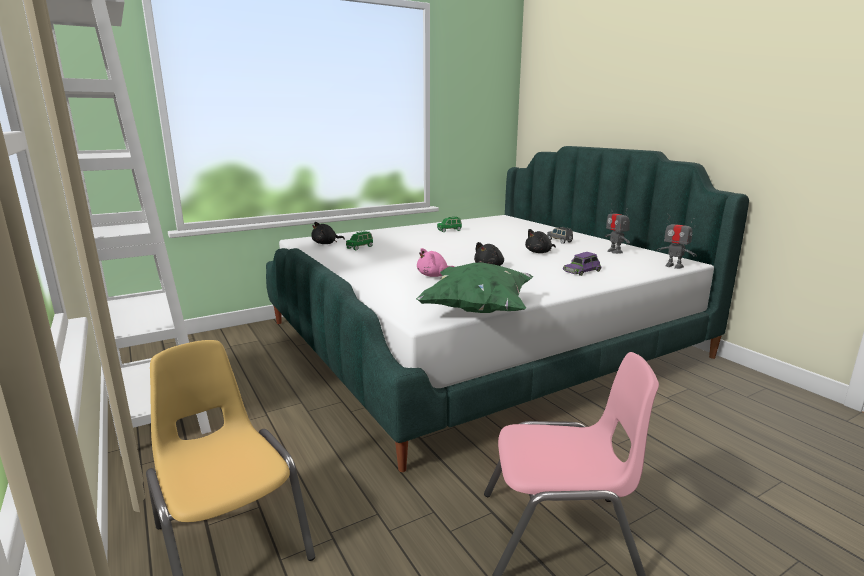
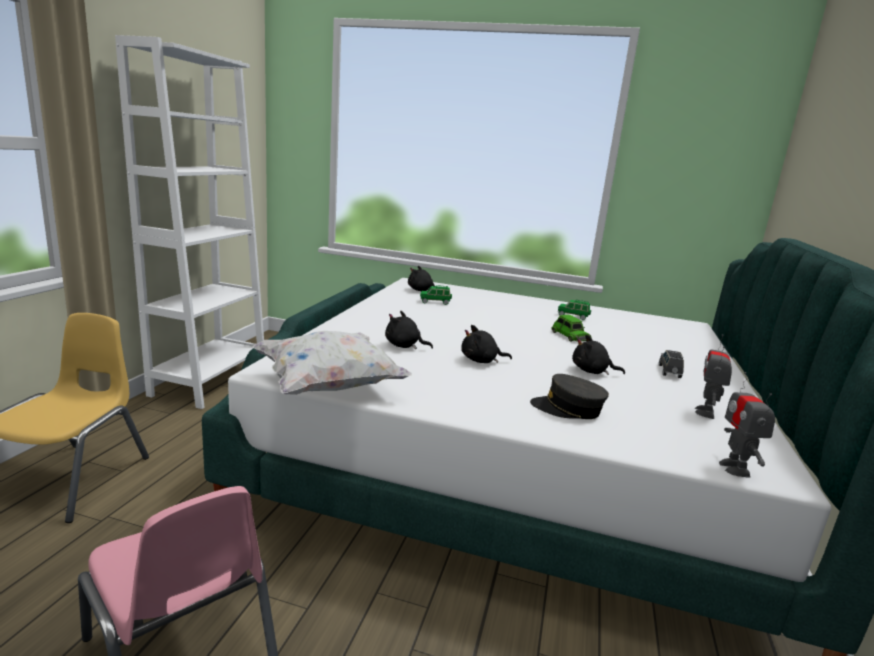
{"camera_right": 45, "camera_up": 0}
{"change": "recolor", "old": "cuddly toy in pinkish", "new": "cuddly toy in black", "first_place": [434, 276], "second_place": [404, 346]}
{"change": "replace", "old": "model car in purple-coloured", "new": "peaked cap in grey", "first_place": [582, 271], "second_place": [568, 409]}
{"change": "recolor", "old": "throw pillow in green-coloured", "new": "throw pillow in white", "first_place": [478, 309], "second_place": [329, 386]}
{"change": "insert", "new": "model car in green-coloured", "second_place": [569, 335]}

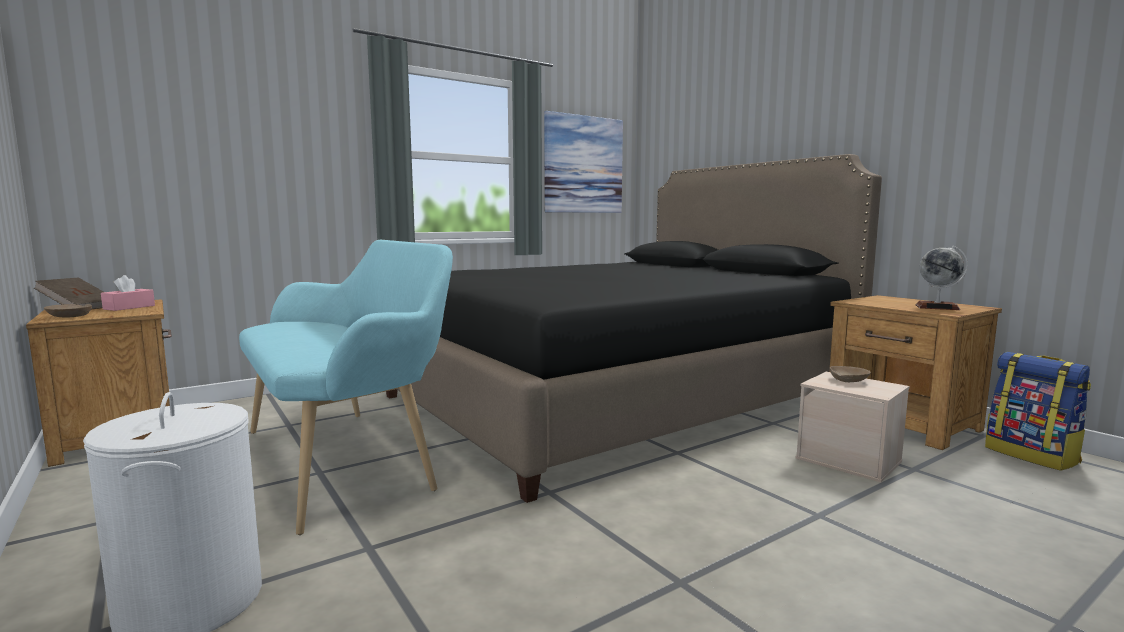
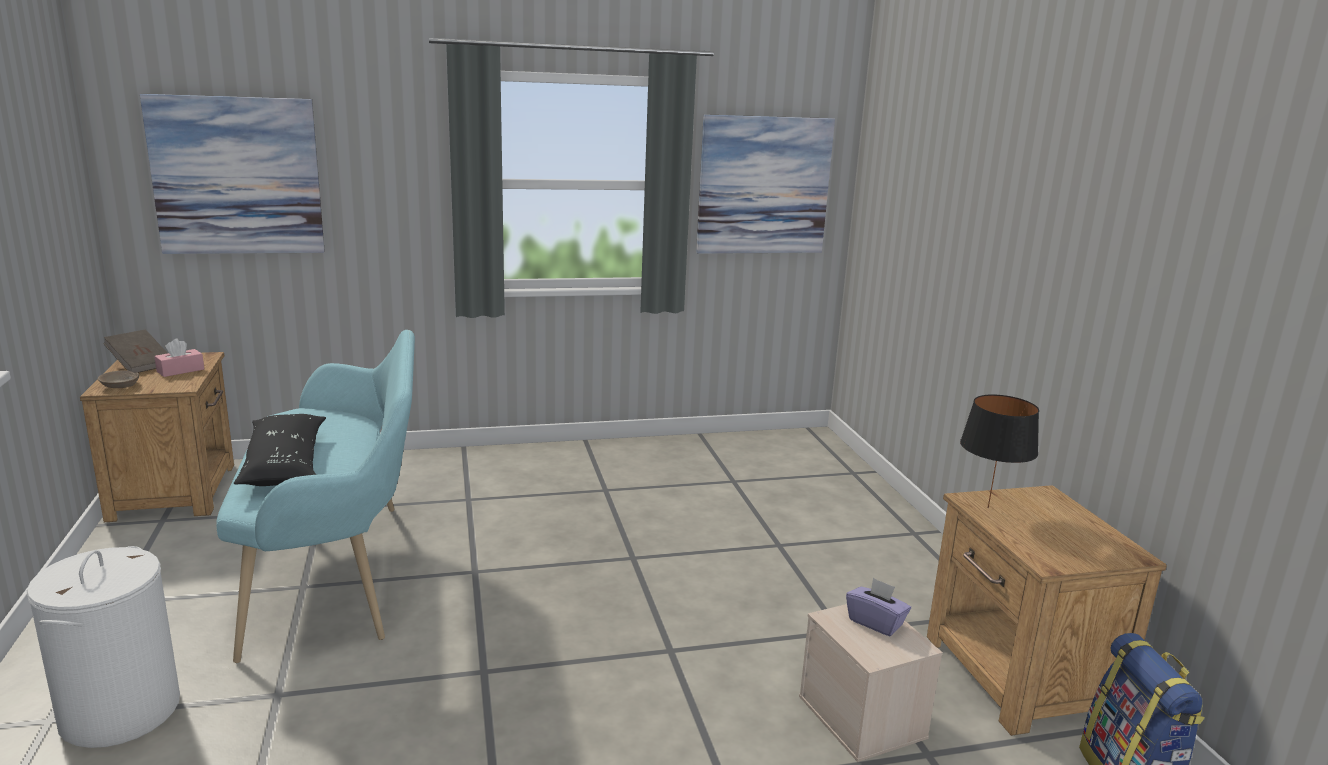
{"camera_right": 20, "camera_up": 10}
{"change": "delete", "old": "bed in black", "first_place": [619, 397]}
{"change": "delete", "old": "globe", "first_place": [937, 307]}
{"change": "replace", "old": "deep dish in sand-coloured", "new": "box of tissues in purple-coloured", "first_place": [848, 380], "second_place": [875, 622]}
{"change": "insert", "new": "wall picture", "second_place": [237, 176]}
{"change": "insert", "new": "table lamp in black", "second_place": [987, 507]}
{"change": "insert", "new": "throw pillow in black", "second_place": [285, 464]}

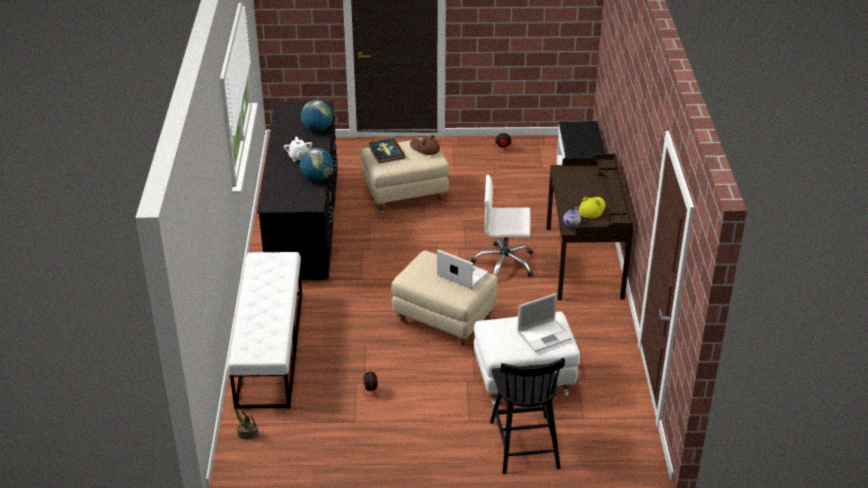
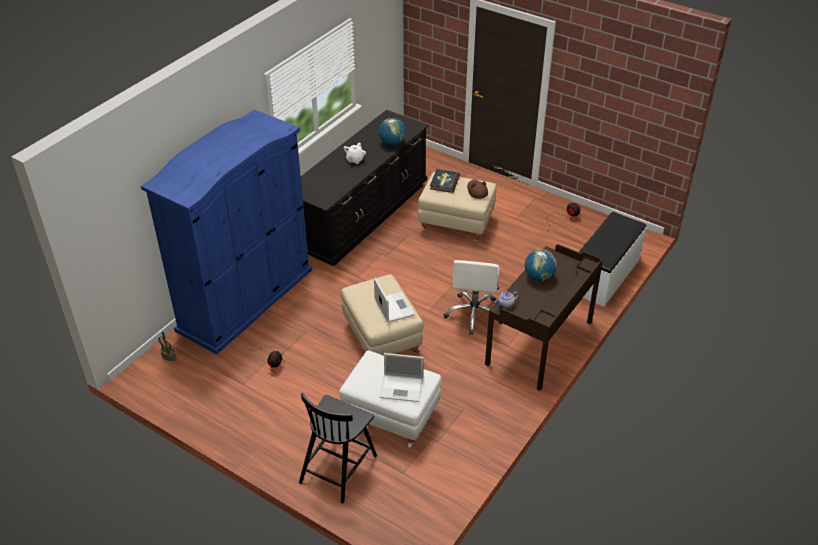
{"camera_right": 35, "camera_up": 5}
{"change": "move", "old": "globe", "first_place": [317, 178], "second_place": [539, 277]}
{"change": "rotate", "old": "computer chair in white", "first_place": [504, 263], "second_place": [474, 314], "degrees": -120}
{"change": "delete", "old": "hat in yellowish", "first_place": [592, 209]}
{"change": "replace", "old": "long seat in white", "new": "clothes cupboard in bluish", "first_place": [270, 347], "second_place": [245, 299]}

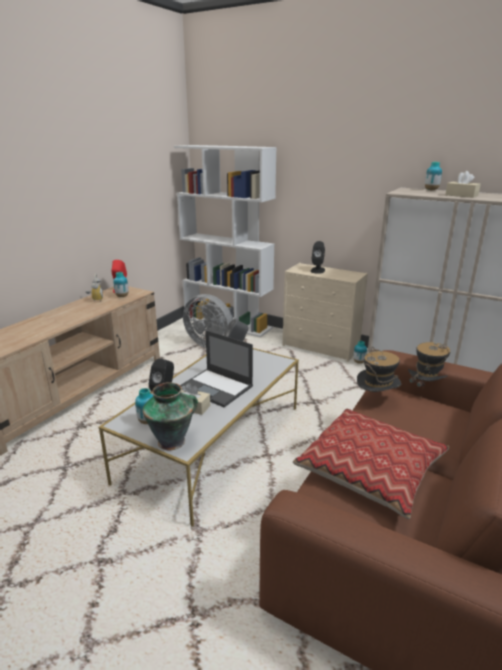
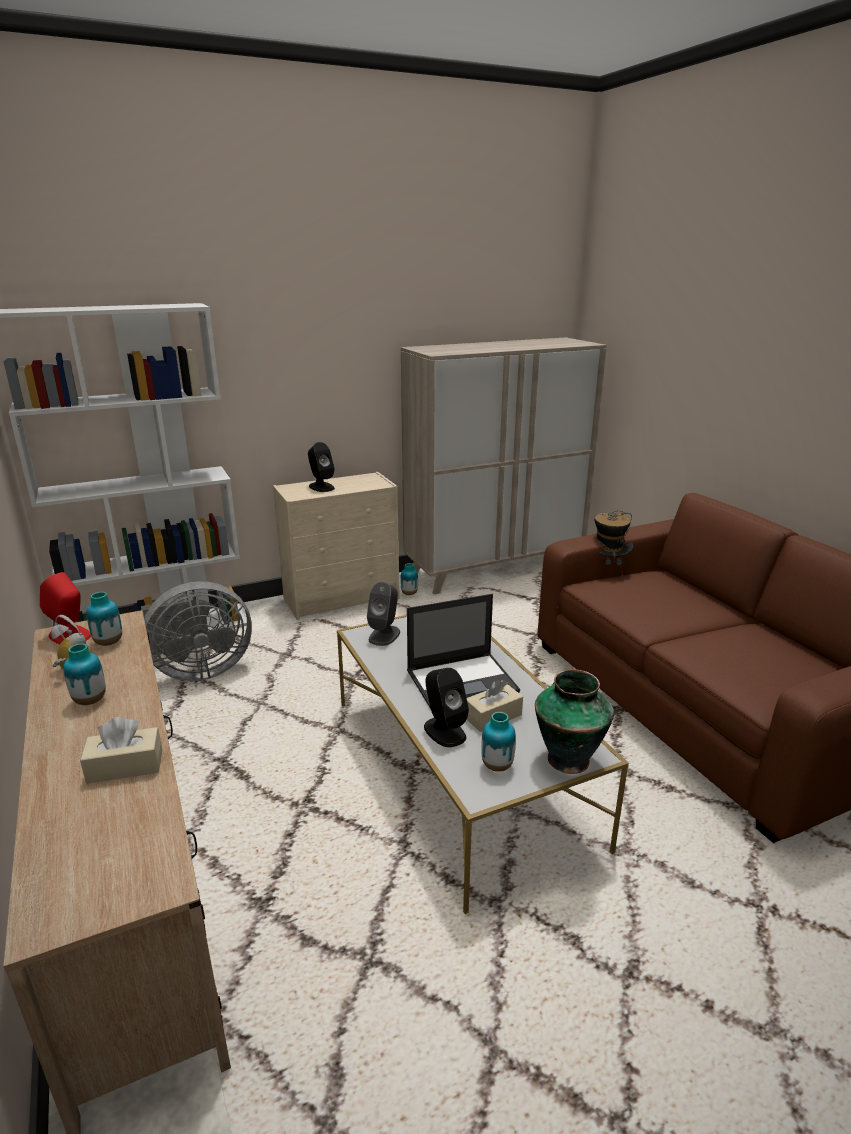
{"camera_right": -55, "camera_up": 0}
{"change": "move", "old": "decorative vase", "first_place": [431, 190], "second_place": [90, 700]}
{"change": "move", "old": "box of tissues in sand-coloured", "first_place": [461, 195], "second_place": [125, 766]}
{"change": "delete", "old": "hat", "first_place": [376, 401]}
{"change": "delete", "old": "throw pillow", "first_place": [370, 469]}

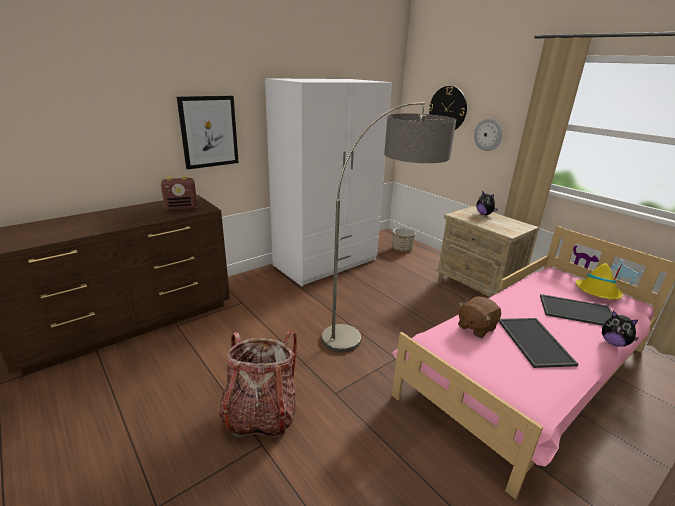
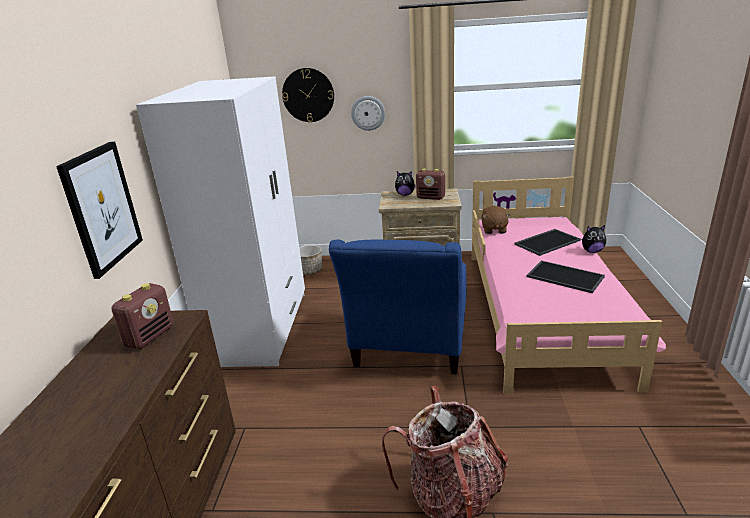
{"camera_right": -45, "camera_up": 0}
{"change": "replace", "old": "standing lamp", "new": "lounge chair in bluish", "first_place": [379, 326], "second_place": [408, 350]}
{"change": "delete", "old": "hat in yellowish", "first_place": [597, 293]}
{"change": "move", "old": "cuddly toy in brownish", "first_place": [476, 327], "second_place": [493, 230]}
{"change": "insert", "new": "radio receiver", "second_place": [431, 197]}

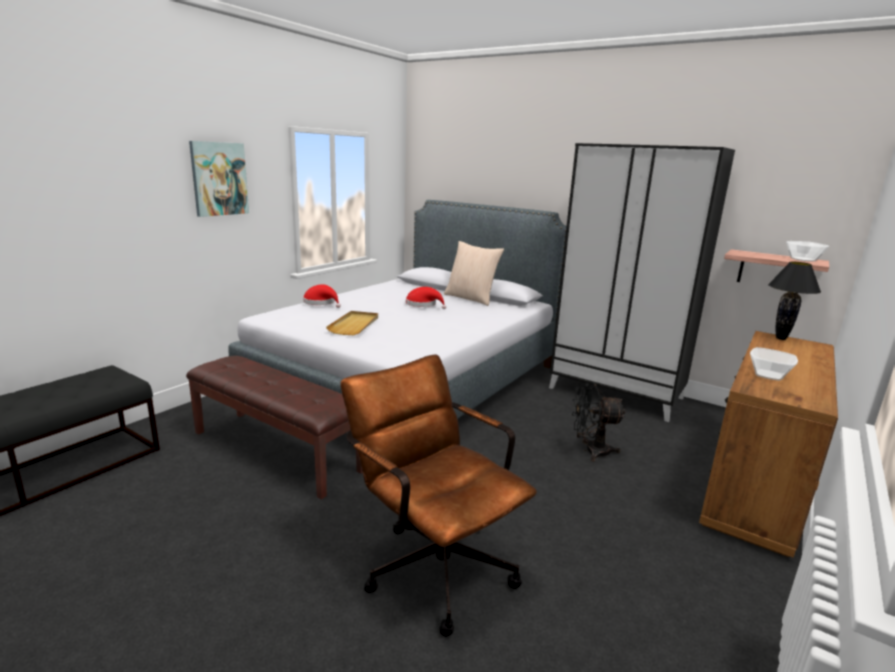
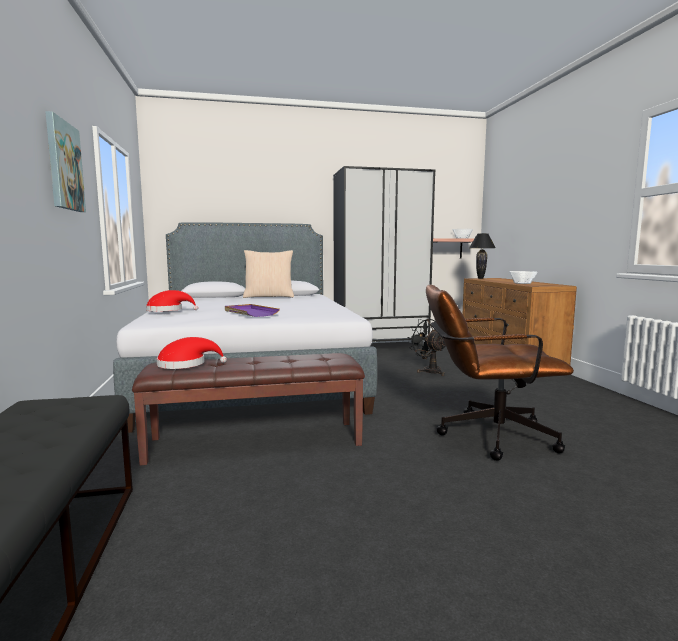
{"camera_right": -45, "camera_up": -10}
{"change": "move", "old": "hat in red-coloured", "first_place": [423, 304], "second_place": [186, 364]}
{"change": "recolor", "old": "serving tray in sand-coloured", "new": "serving tray in purple-coloured", "first_place": [354, 325], "second_place": [250, 312]}
{"change": "rotate", "old": "fan in black", "first_place": [591, 451], "second_place": [429, 371], "degrees": 105}

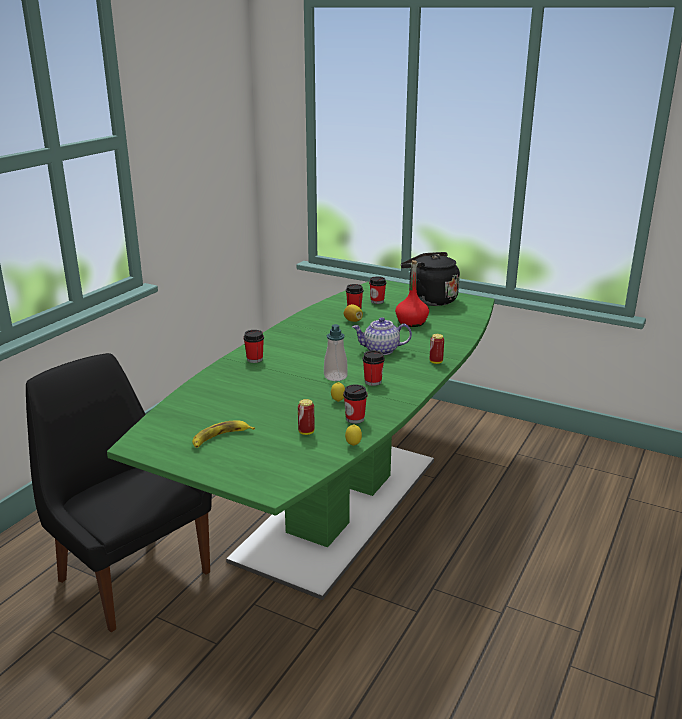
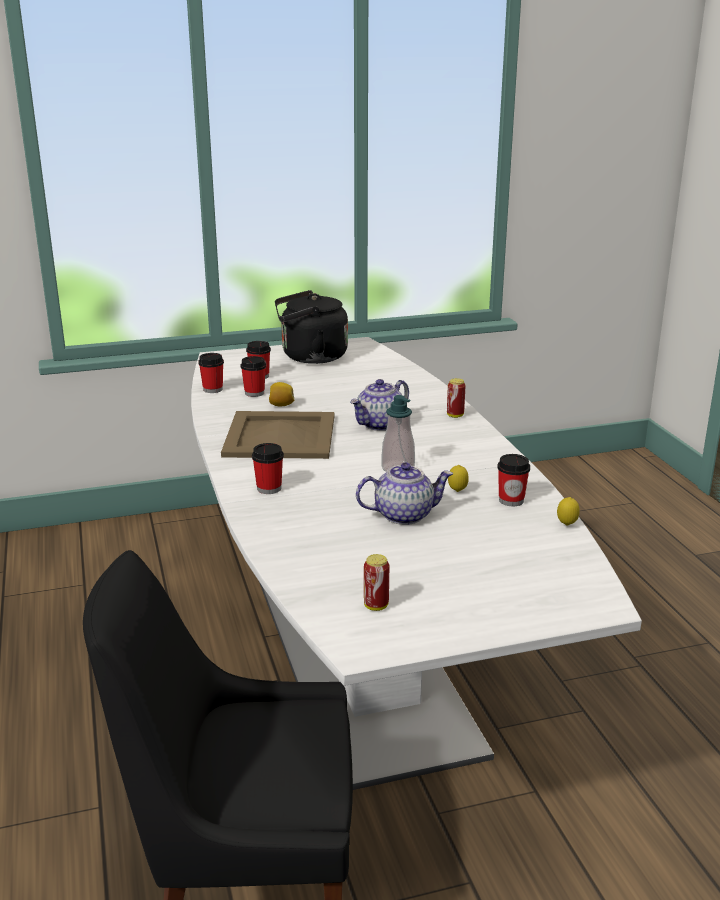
{"camera_right": -45, "camera_up": 0}
{"change": "delete", "old": "beverage bottle in red-coloured", "first_place": [411, 322]}
{"change": "recolor", "old": "dinner table in green-coloured", "new": "dinner table in white", "first_place": [341, 506], "second_place": [359, 655]}
{"change": "move", "old": "small cup", "first_place": [373, 382], "second_place": [212, 389]}
{"change": "move", "old": "metal can", "first_place": [306, 432], "second_place": [376, 606]}
{"change": "delete", "old": "banana fruit", "first_place": [220, 438]}
{"change": "insert", "new": "serving tray in sand-coloured", "second_place": [279, 435]}
{"change": "insert", "new": "pot for tea", "second_place": [404, 515]}

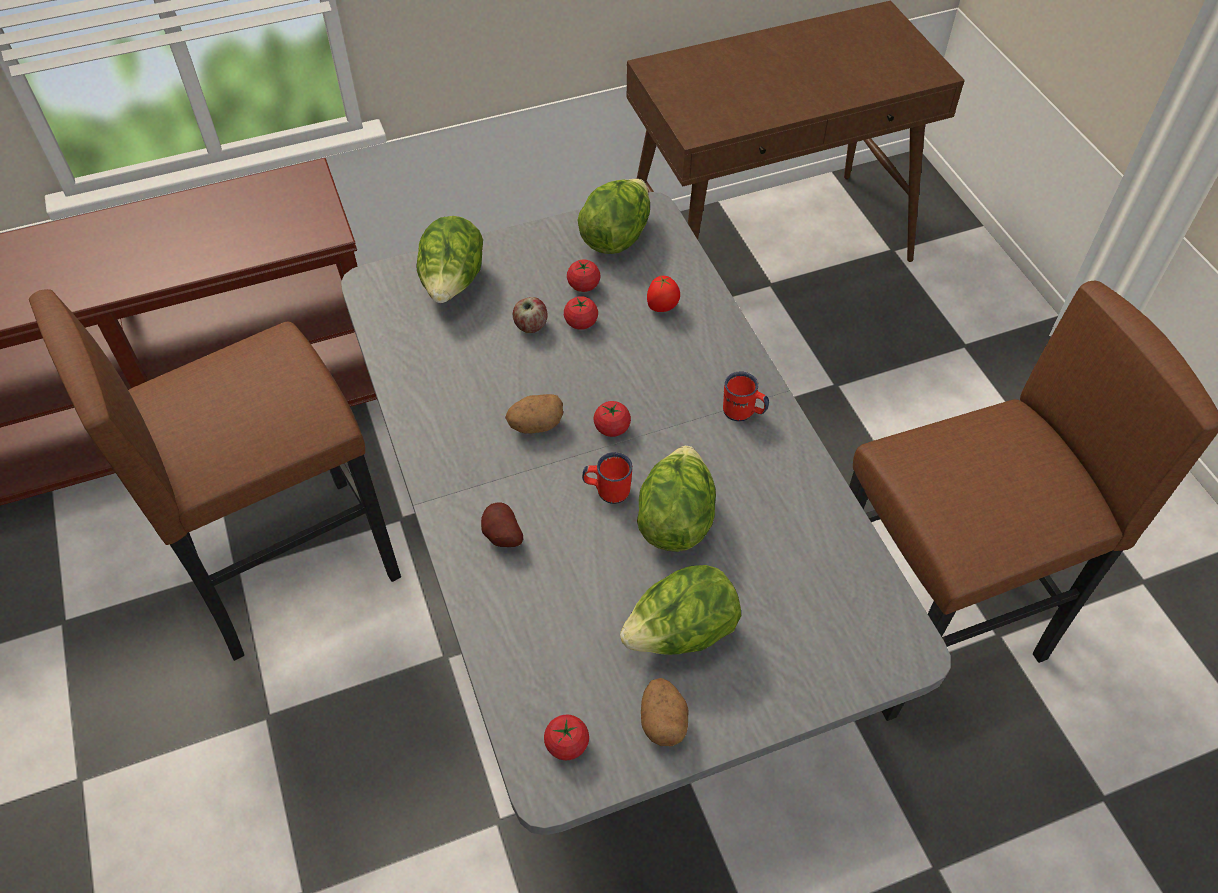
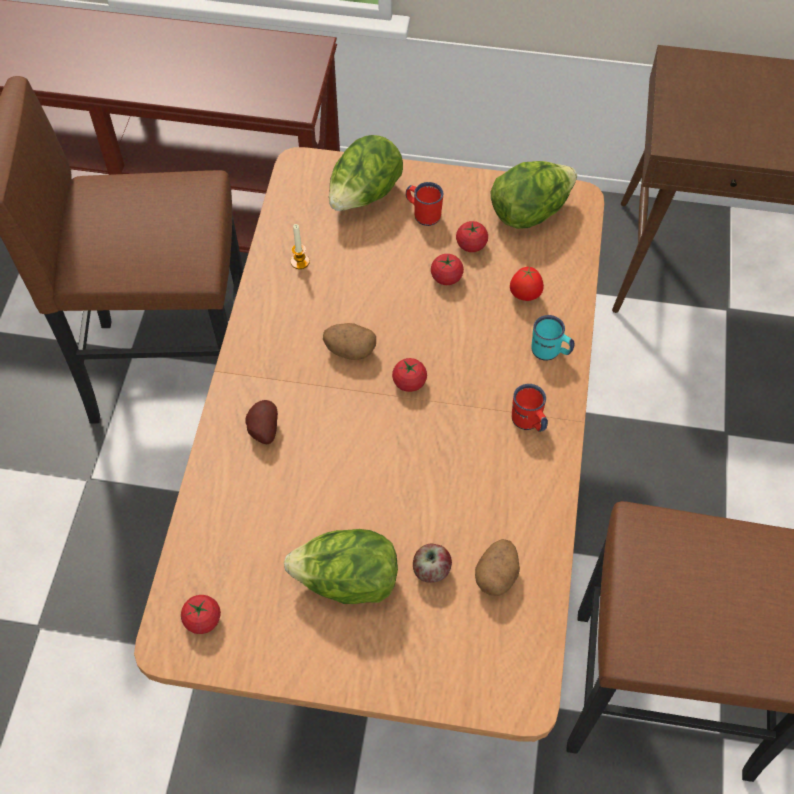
{"camera_right": 30, "camera_up": 5}
{"change": "recolor", "old": "dinner table in grey", "new": "dinner table in brownish", "first_place": [607, 604], "second_place": [395, 526]}
{"change": "move", "old": "apple", "first_place": [530, 326], "second_place": [431, 570]}
{"change": "delete", "old": "head of lettuce", "first_place": [675, 519]}
{"change": "move", "old": "coffee mug in red-coloured", "first_place": [607, 490], "second_place": [423, 213]}
{"change": "move", "old": "whole potato", "first_place": [663, 721], "second_place": [496, 575]}
{"change": "insert", "new": "candle", "second_place": [300, 261]}
{"change": "insert", "new": "coffee mug in blue-green", "second_place": [550, 352]}

